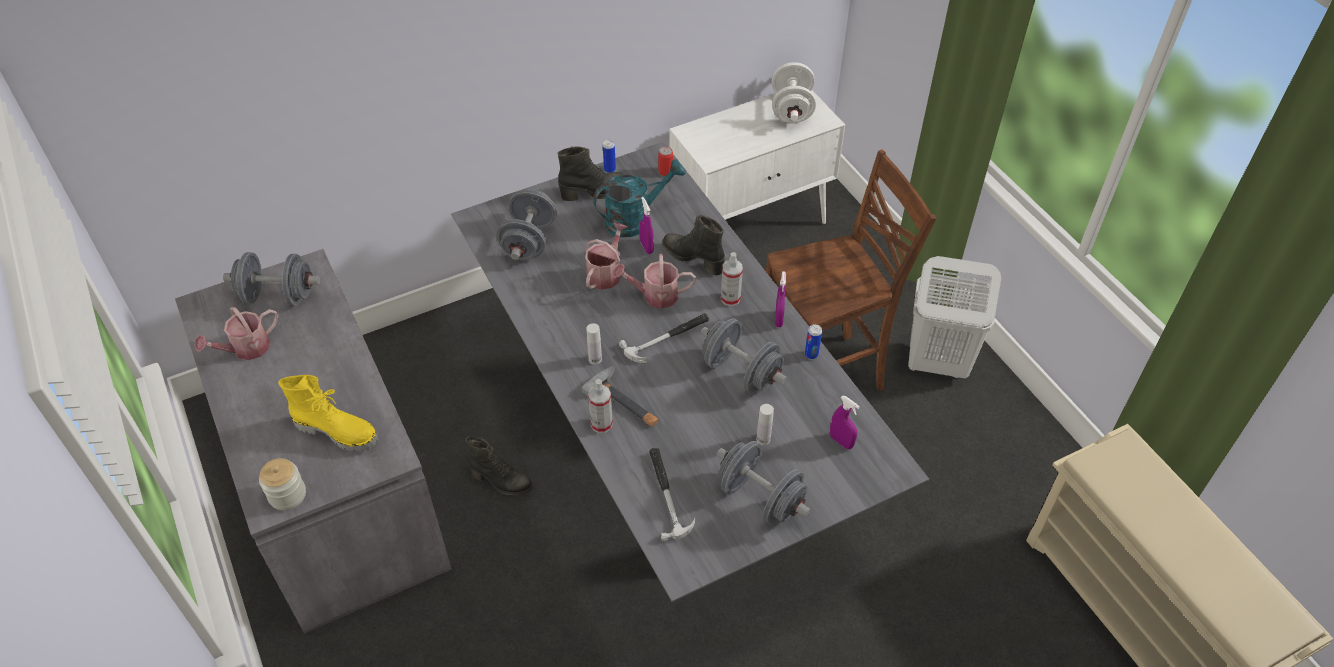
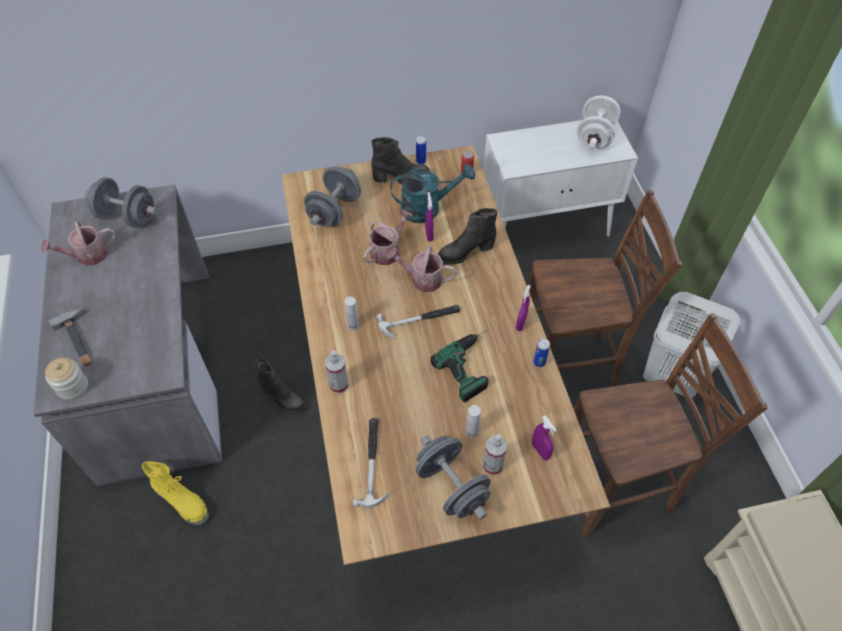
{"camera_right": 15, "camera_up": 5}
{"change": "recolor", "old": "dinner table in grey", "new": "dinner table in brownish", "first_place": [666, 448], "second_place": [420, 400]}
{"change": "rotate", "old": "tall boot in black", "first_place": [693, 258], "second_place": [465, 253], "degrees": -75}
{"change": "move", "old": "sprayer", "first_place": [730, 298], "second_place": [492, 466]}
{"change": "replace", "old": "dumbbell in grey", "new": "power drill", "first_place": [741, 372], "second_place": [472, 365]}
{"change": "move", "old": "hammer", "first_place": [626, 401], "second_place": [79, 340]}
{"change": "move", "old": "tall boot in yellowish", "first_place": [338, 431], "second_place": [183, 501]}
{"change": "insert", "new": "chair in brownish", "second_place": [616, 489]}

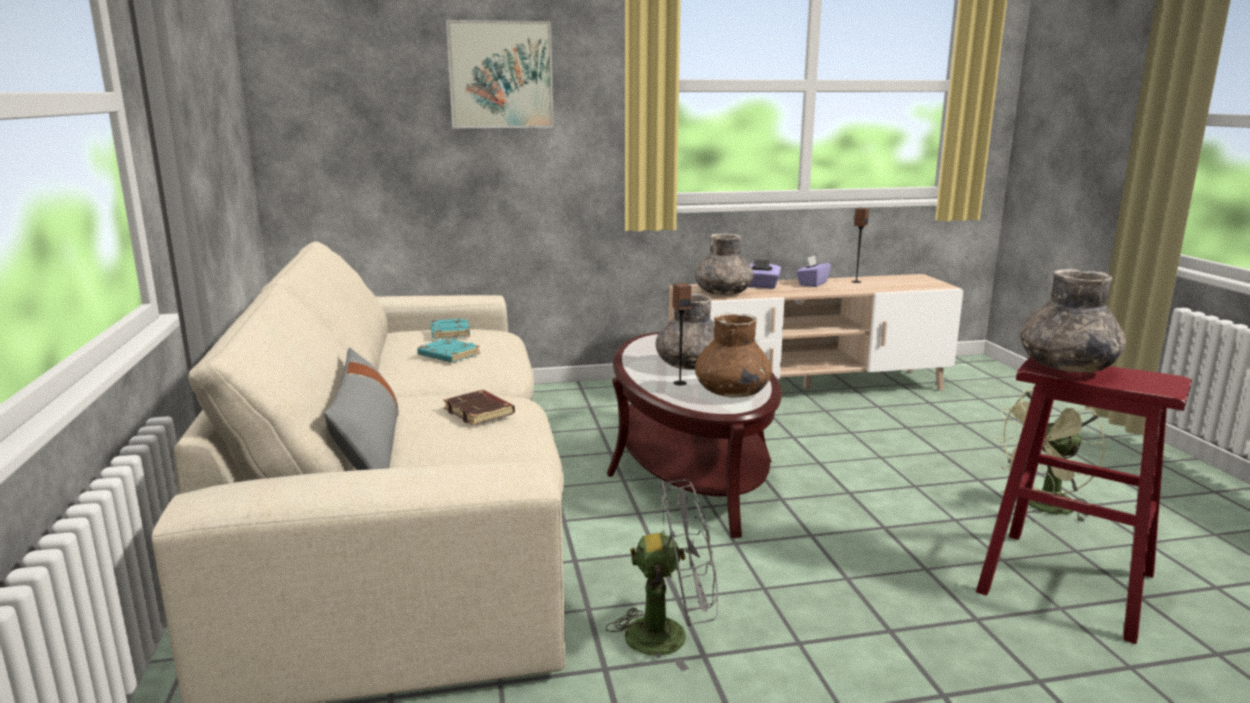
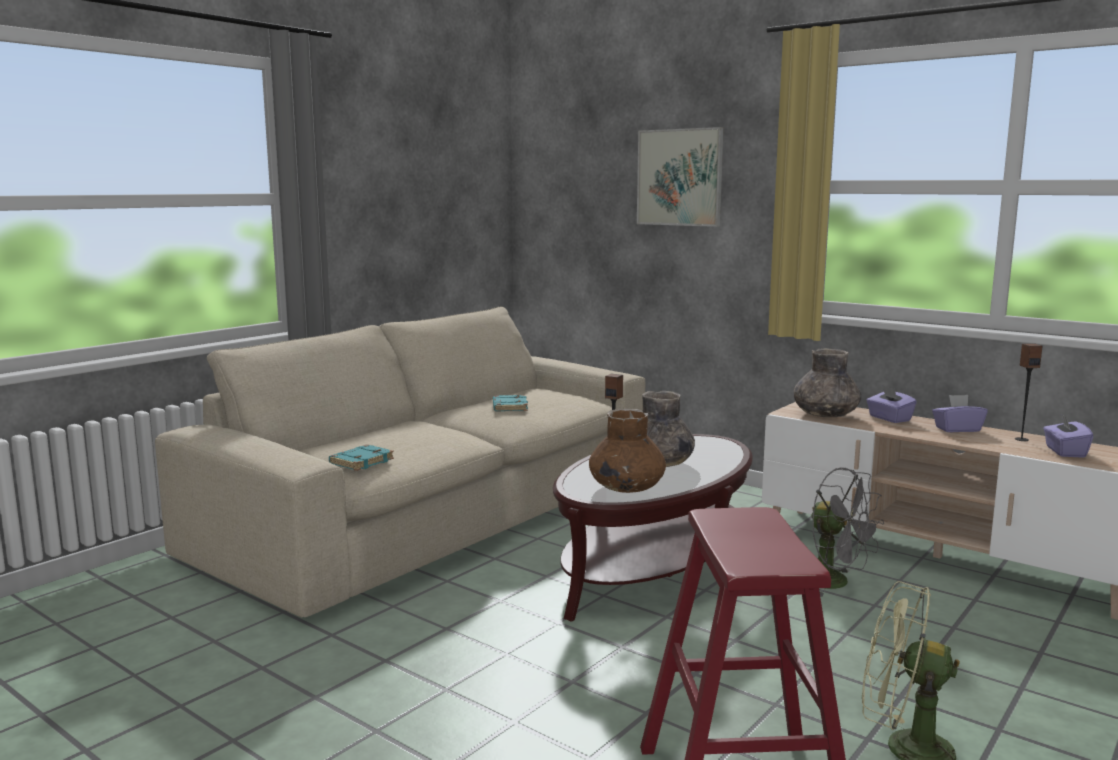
{"camera_right": 50, "camera_up": -5}
{"change": "delete", "old": "decorative vase in grey", "first_place": [1066, 367]}
{"change": "move", "old": "bound book in blue-green", "first_place": [449, 333], "second_place": [361, 462]}
{"change": "delete", "old": "throw pillow in grey", "first_place": [370, 451]}
{"change": "delete", "old": "bound book in brownish", "first_place": [480, 412]}
{"change": "move", "old": "fan in grey", "first_place": [670, 635], "second_place": [835, 583]}
{"change": "insert", "new": "box of tissues in purple-coloured", "second_place": [1064, 452]}

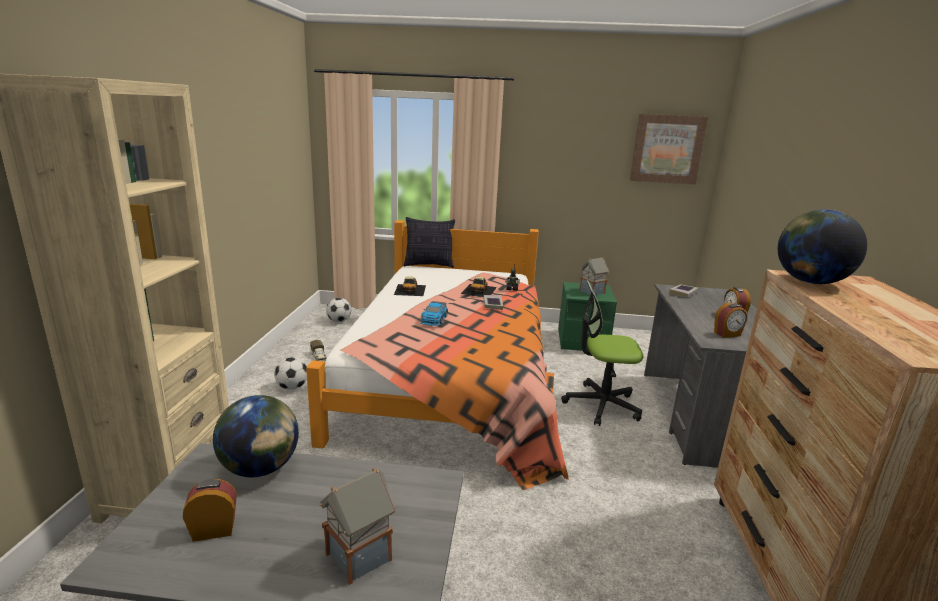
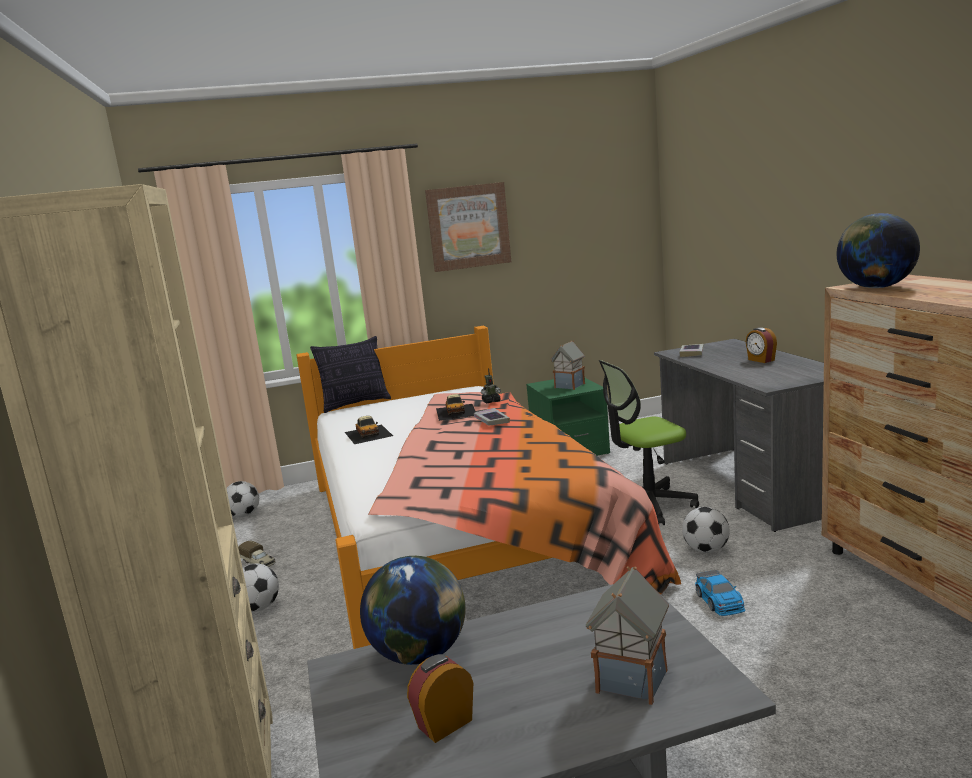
{"camera_right": -20, "camera_up": -5}
{"change": "move", "old": "wall picture", "first_place": [667, 149], "second_place": [468, 226]}
{"change": "move", "old": "model car", "first_place": [434, 319], "second_place": [719, 601]}
{"change": "delete", "old": "table clock", "first_place": [727, 334]}
{"change": "insert", "new": "ball for football", "second_place": [706, 550]}

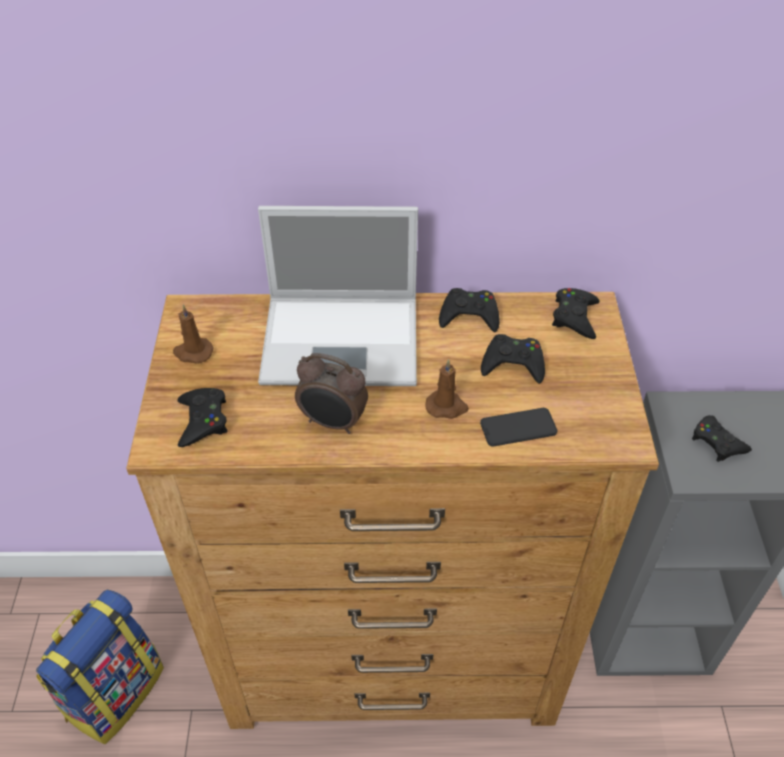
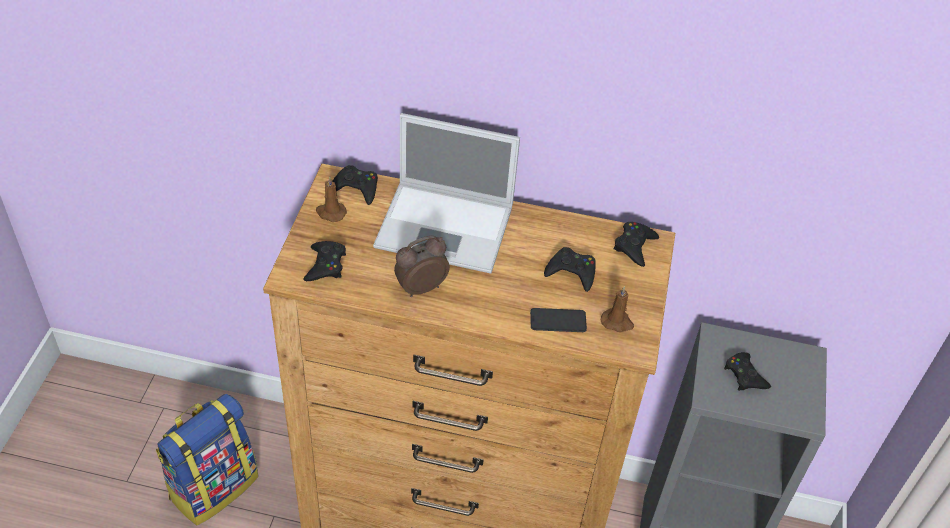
{"camera_right": 10, "camera_up": 0}
{"change": "move", "old": "joypad in black", "first_place": [469, 315], "second_place": [356, 188]}
{"change": "rotate", "old": "table clock", "first_place": [333, 422], "second_place": [420, 287], "degrees": 120}
{"change": "move", "old": "candle in brownish", "first_place": [447, 406], "second_place": [617, 322]}

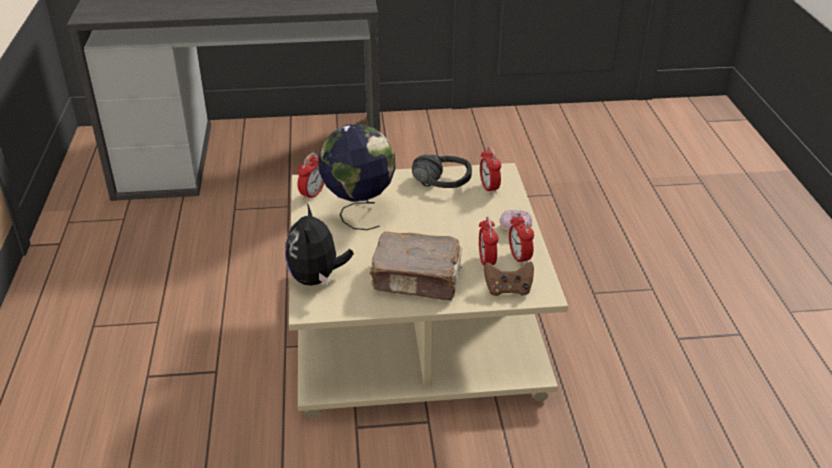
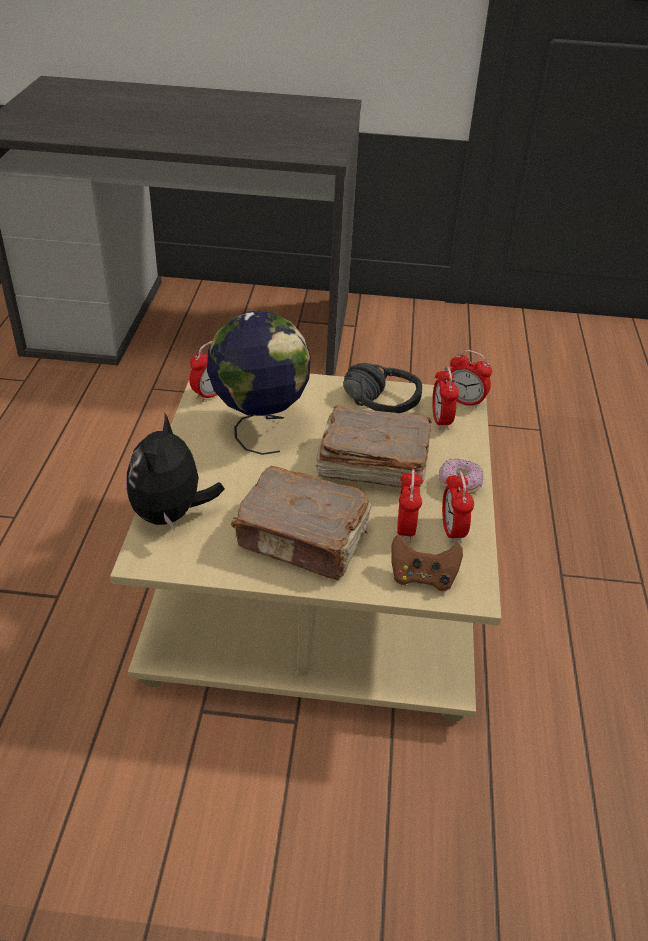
{"camera_right": 10, "camera_up": 5}
{"change": "insert", "new": "table clock", "second_place": [464, 401]}
{"change": "insert", "new": "bound book in brownish", "second_place": [371, 464]}

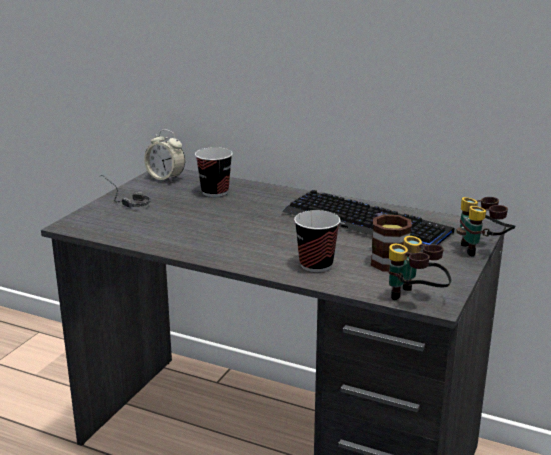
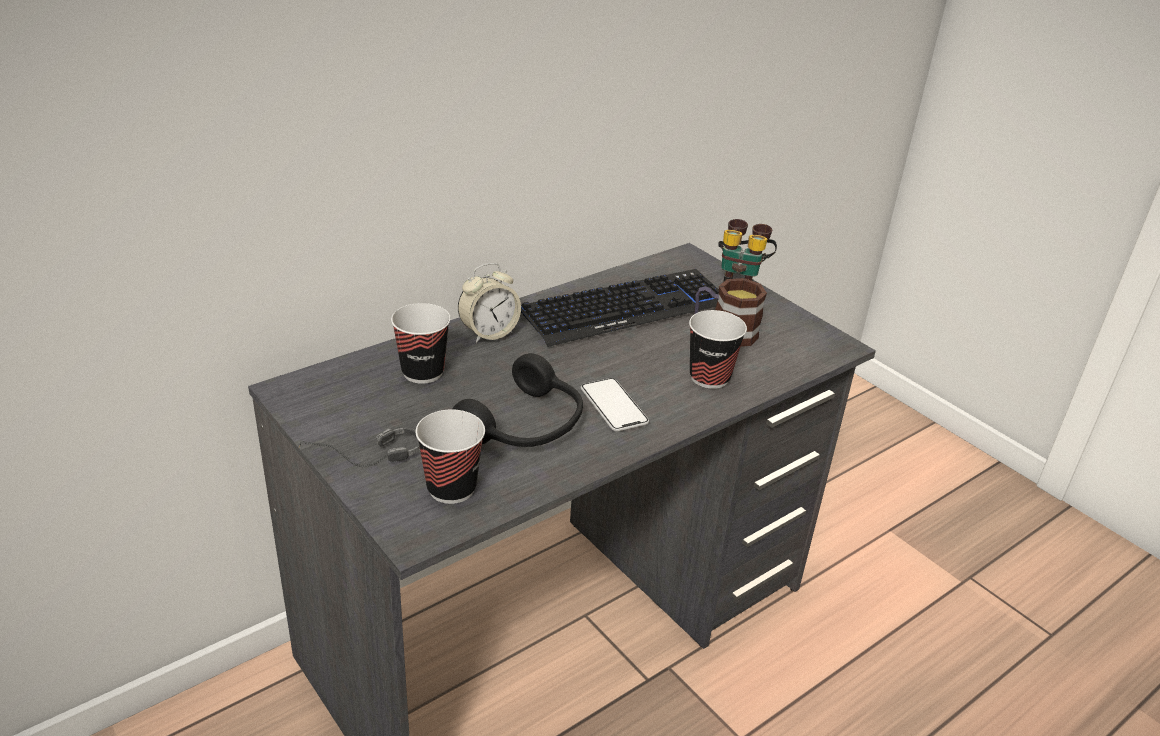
{"camera_right": -65, "camera_up": 10}
{"change": "move", "old": "table clock", "first_place": [166, 178], "second_place": [489, 333]}
{"change": "delete", "old": "pair of binoculars", "first_place": [415, 300]}
{"change": "insert", "new": "headphones in black", "second_place": [526, 426]}
{"change": "insert", "new": "phone", "second_place": [613, 406]}
{"change": "insert", "new": "small cup", "second_place": [451, 488]}

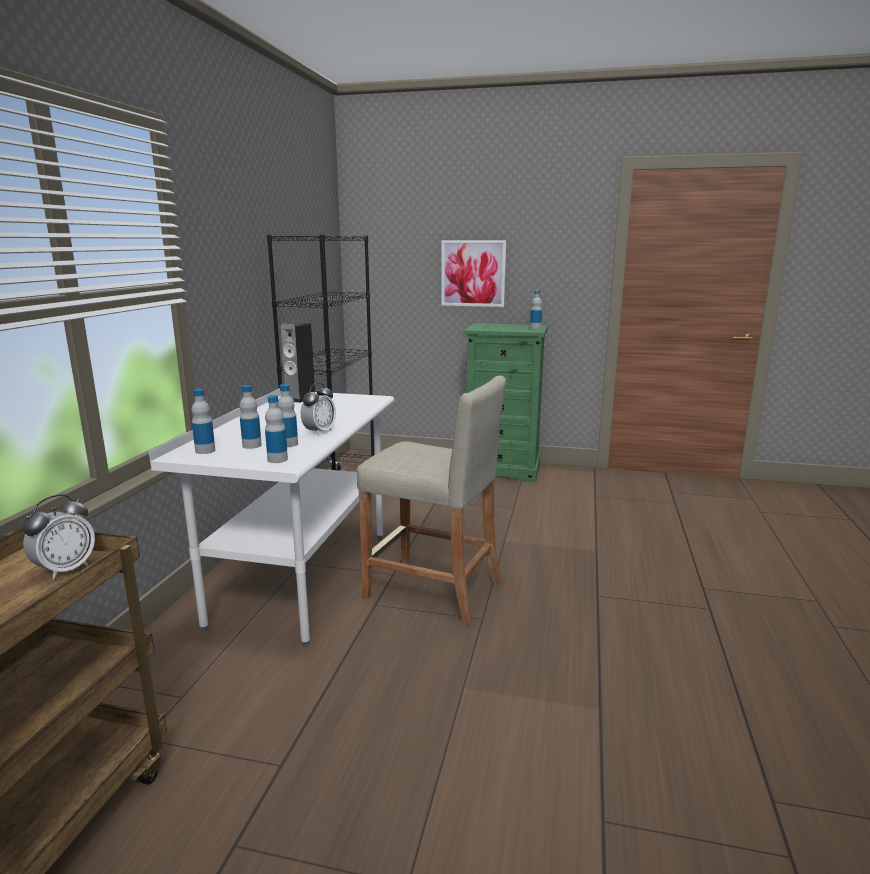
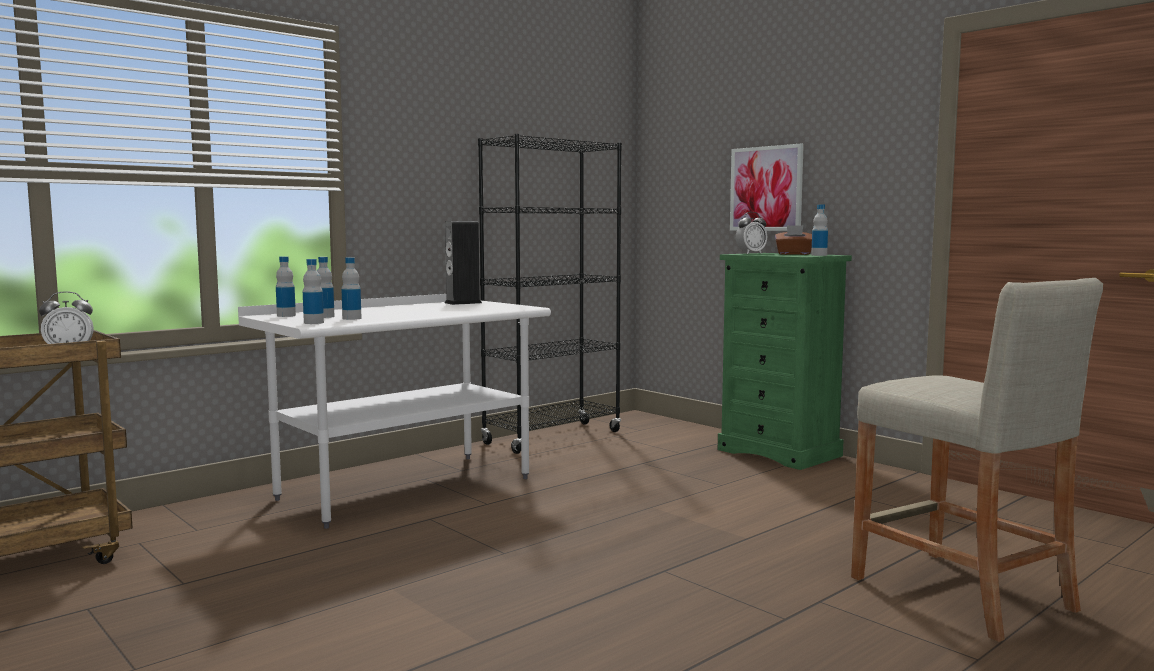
{"camera_right": 35, "camera_up": -10}
{"change": "move", "old": "sitting stool in sand-coloured", "first_place": [433, 589], "second_place": [960, 593]}
{"change": "move", "old": "table clock", "first_place": [319, 432], "second_place": [751, 253]}
{"change": "insert", "new": "box of tissues in brownish", "second_place": [794, 254]}

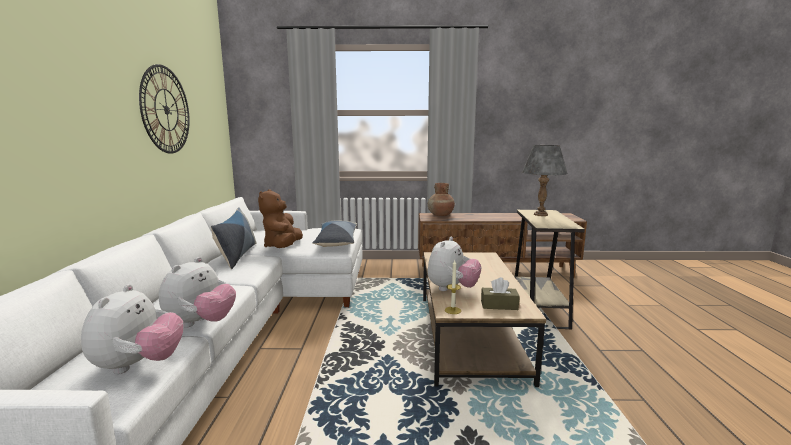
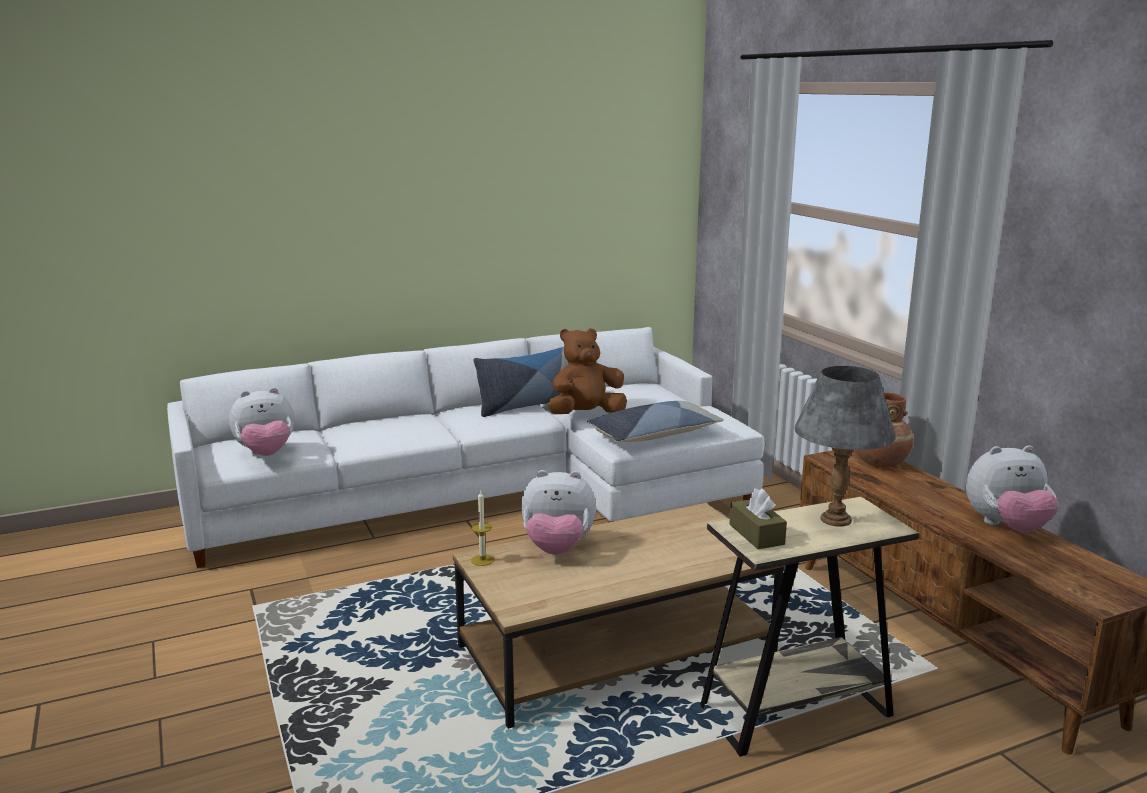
{"camera_right": 65, "camera_up": 5}
{"change": "delete", "old": "wall clock", "first_place": [166, 110]}
{"change": "move", "old": "cuddly toy", "first_place": [201, 323], "second_place": [1006, 527]}
{"change": "move", "old": "box of tissues in brownish", "first_place": [499, 305], "second_place": [756, 534]}

